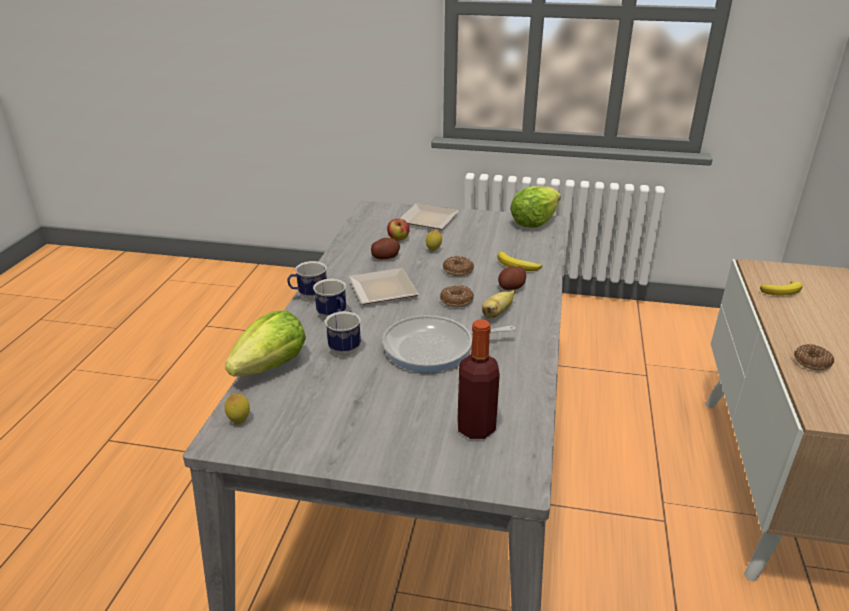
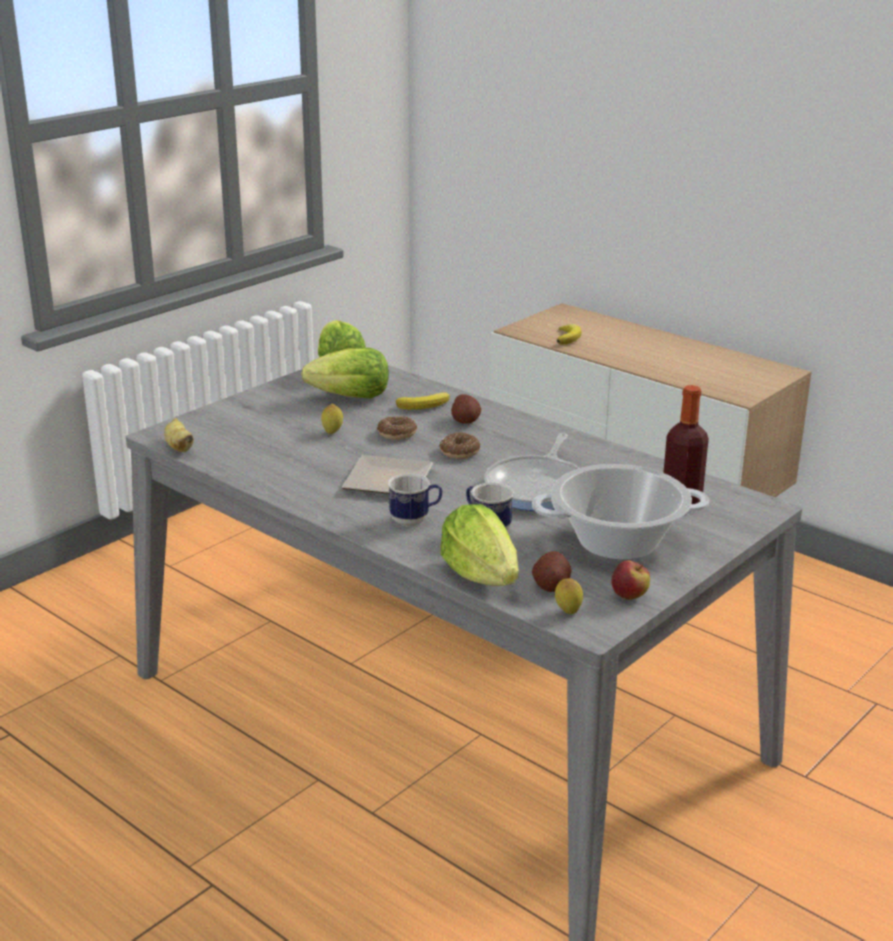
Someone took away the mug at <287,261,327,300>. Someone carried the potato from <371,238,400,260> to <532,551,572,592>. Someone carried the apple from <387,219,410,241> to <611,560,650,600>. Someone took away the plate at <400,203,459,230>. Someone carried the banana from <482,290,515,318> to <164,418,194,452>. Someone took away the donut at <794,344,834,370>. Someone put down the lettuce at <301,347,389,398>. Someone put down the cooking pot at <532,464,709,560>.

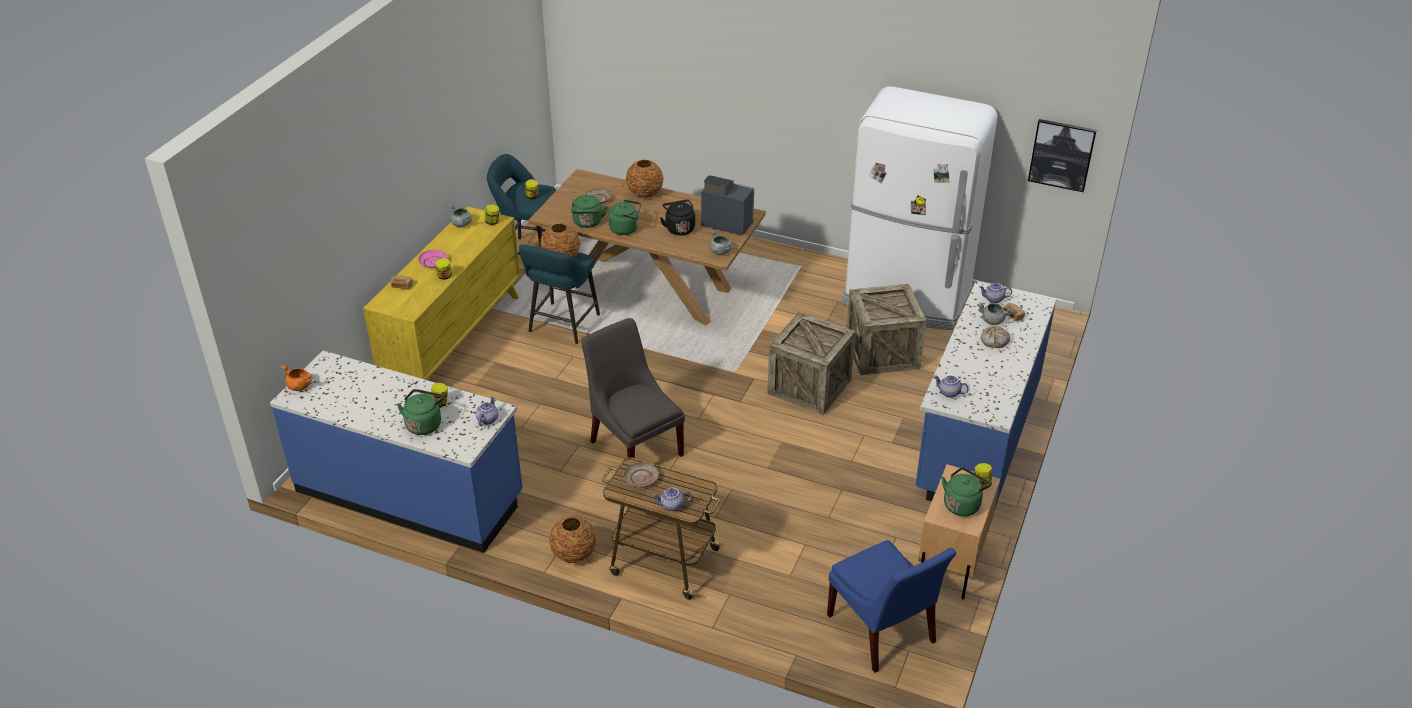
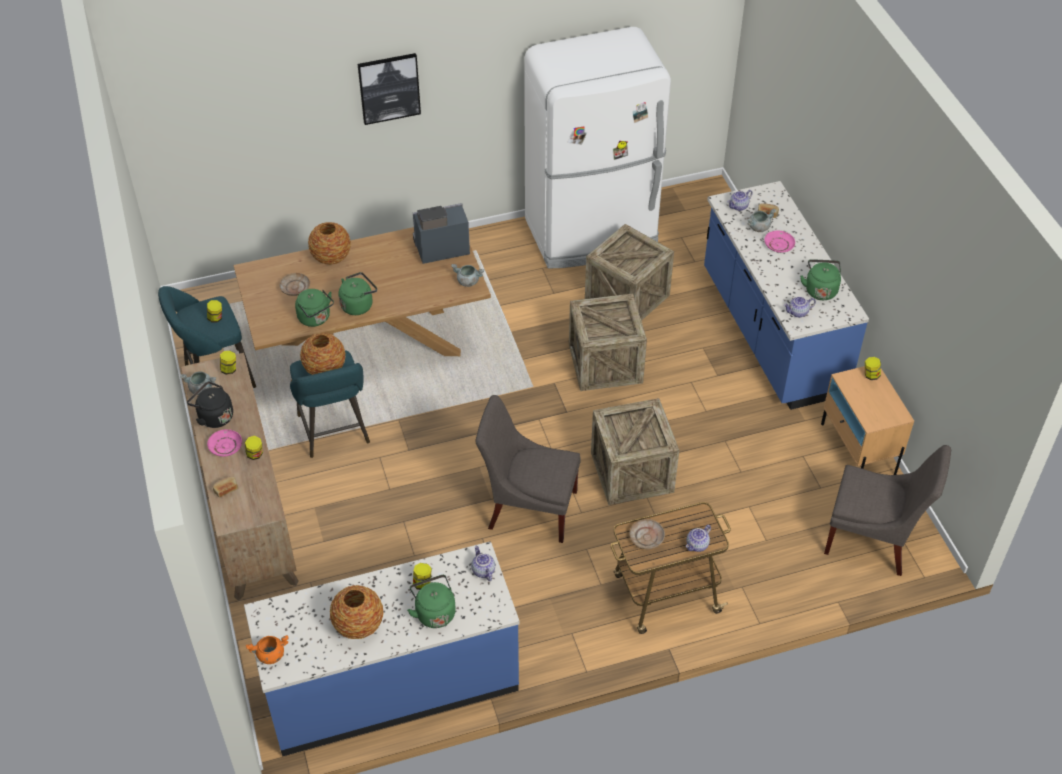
Someone repainted the yellow dresser at <363,206,520,380>, which became the brown dresser at <181,353,299,601>. Someone carried the vase from <549,516,596,563> to <330,585,383,639>. Someone carried the black kettle from <660,200,695,235> to <187,381,233,428>. Someone repainted the blue chair at <827,540,956,673>, which became the grey chair at <824,445,951,576>. Someone carried the green kettle from <942,467,991,516> to <800,259,841,300>. Someone swapped the bread at <981,326,1010,348> for the pink plate at <764,231,795,253>. Someone carried the picture from <1028,119,1097,192> to <358,53,421,125>. Someone put down the crate at <591,398,679,505>.

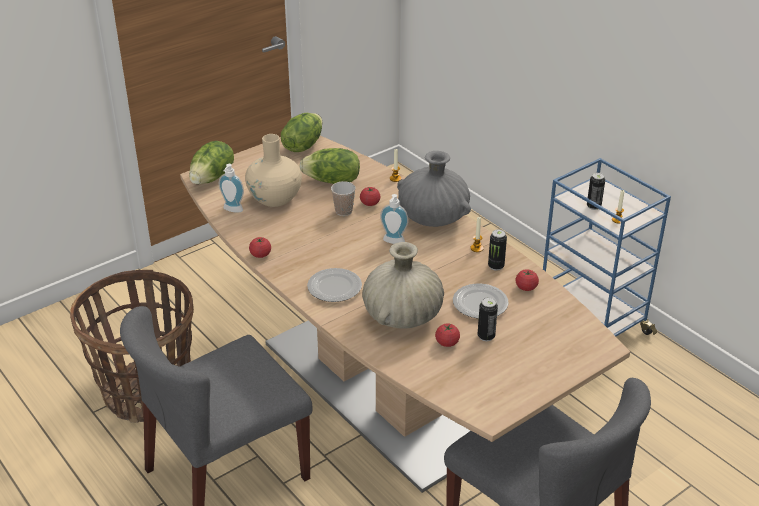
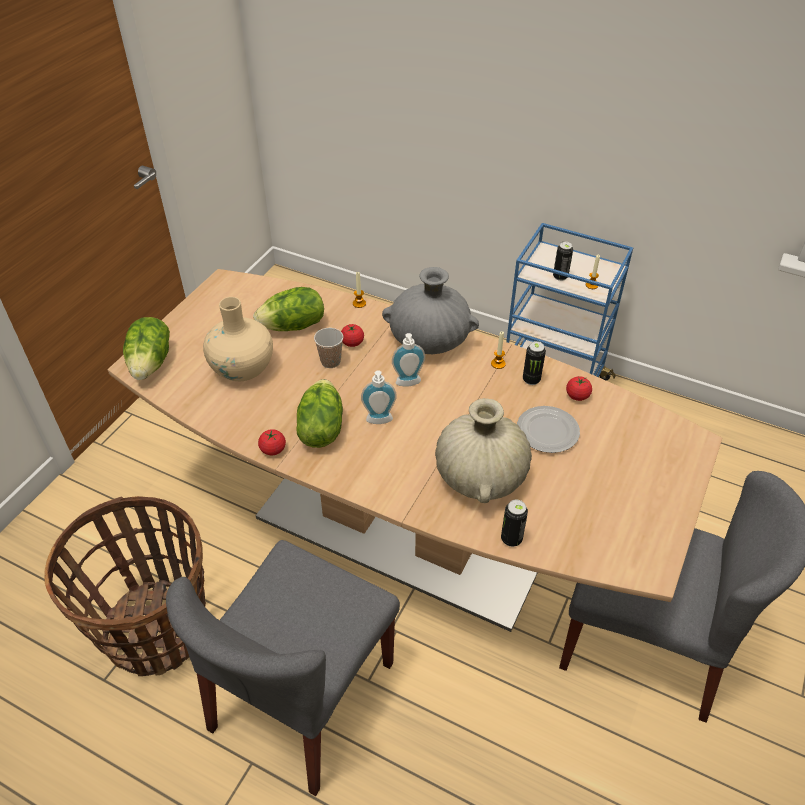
Someone carried the soap dispenser from <219,164,244,212> to <361,370,397,424>. Someone carried the lettuce from <281,113,322,152> to <296,379,343,448>. Someone took away the plate at <307,268,362,302>. Someone took away the tomato at <435,324,460,347>. Someone carried the can from <478,297,498,341> to <501,500,528,547>.

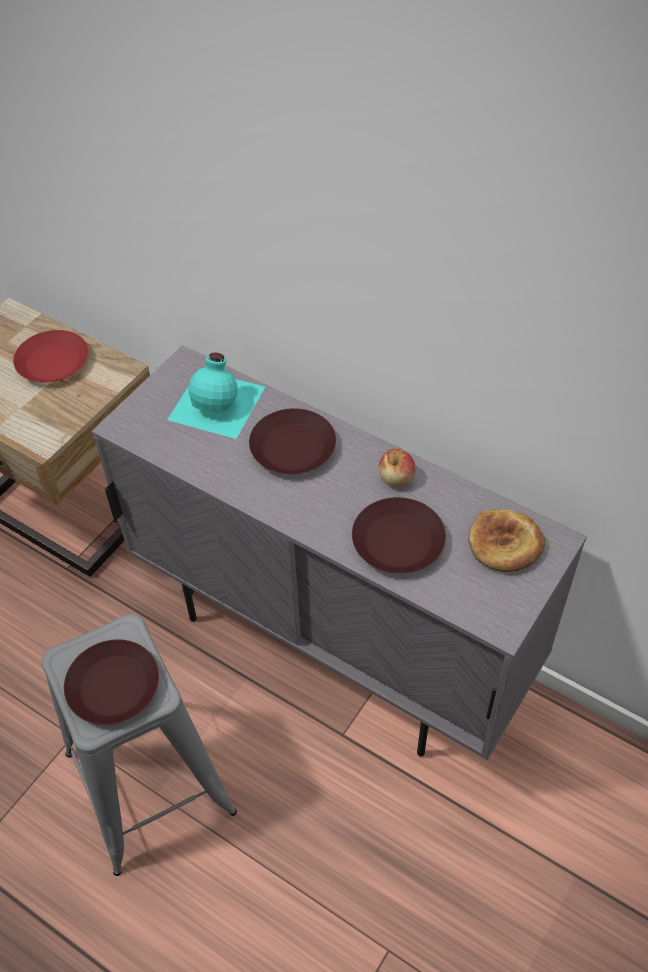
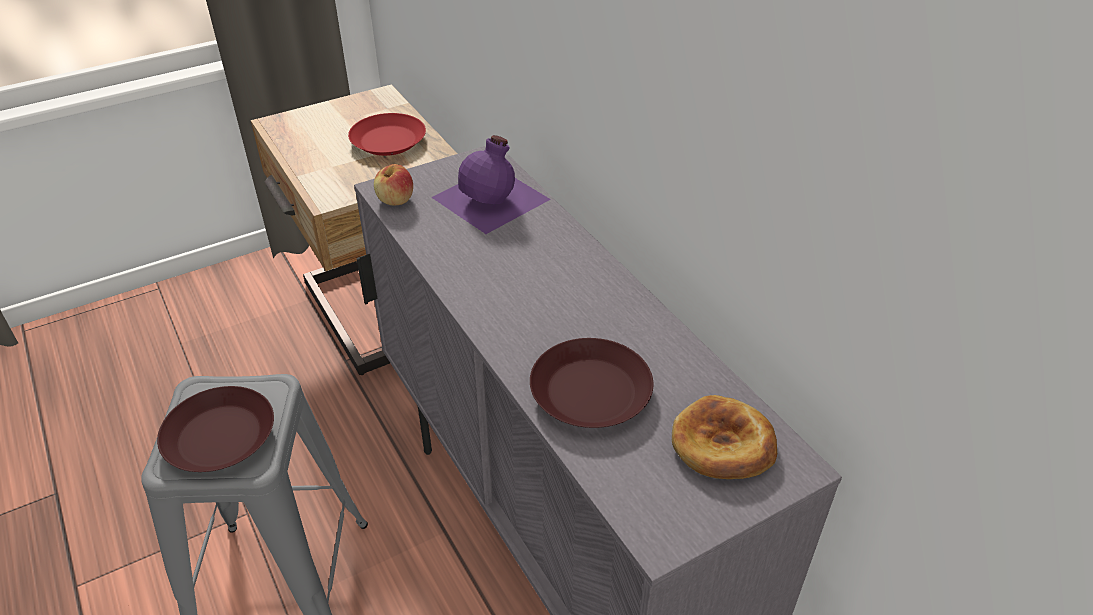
Someone repainted the turquoise bottle at <167,353,265,439>, which became the purple bottle at <431,135,551,234>. Someone took away the brown plate at <249,408,336,474>. Someone carried the apple from <378,448,416,487> to <374,164,413,205>.

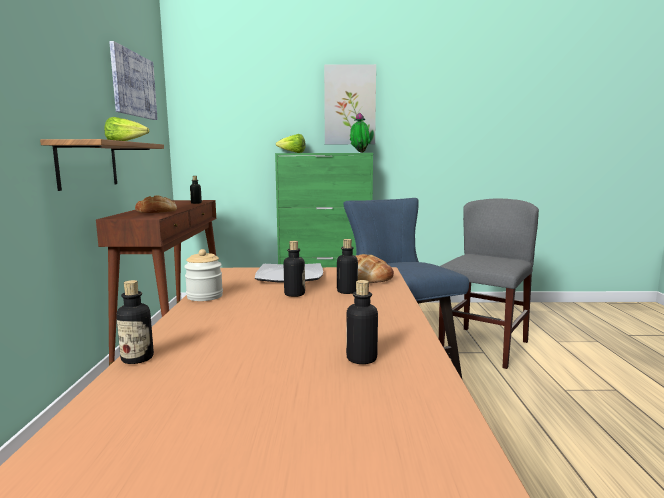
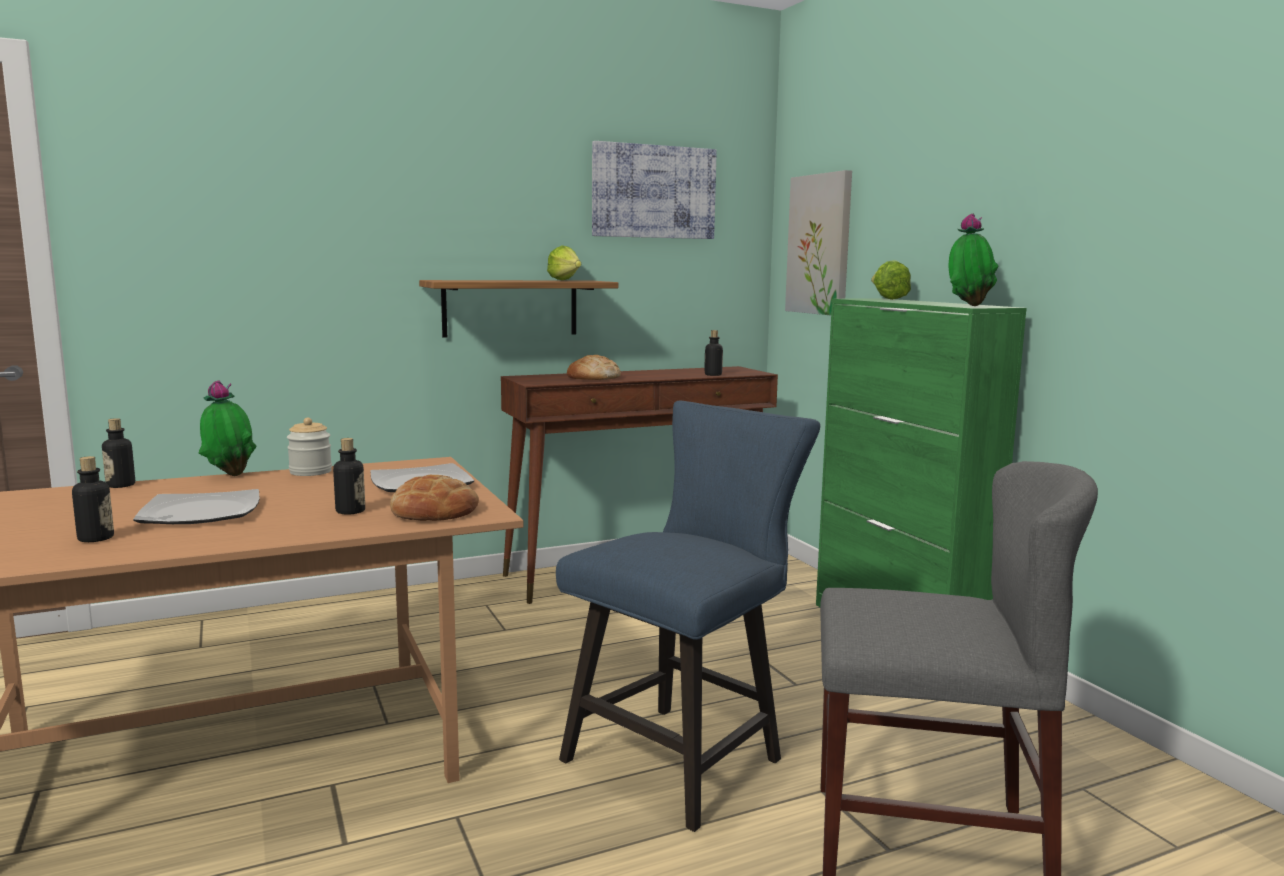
Someone took away the bottle at <284,241,305,297>. Someone carried the picture from <324,64,376,144> to <785,170,852,315>. Someone put down the plate at <133,489,260,524>. Someone put down the potted plant at <198,380,257,476>.

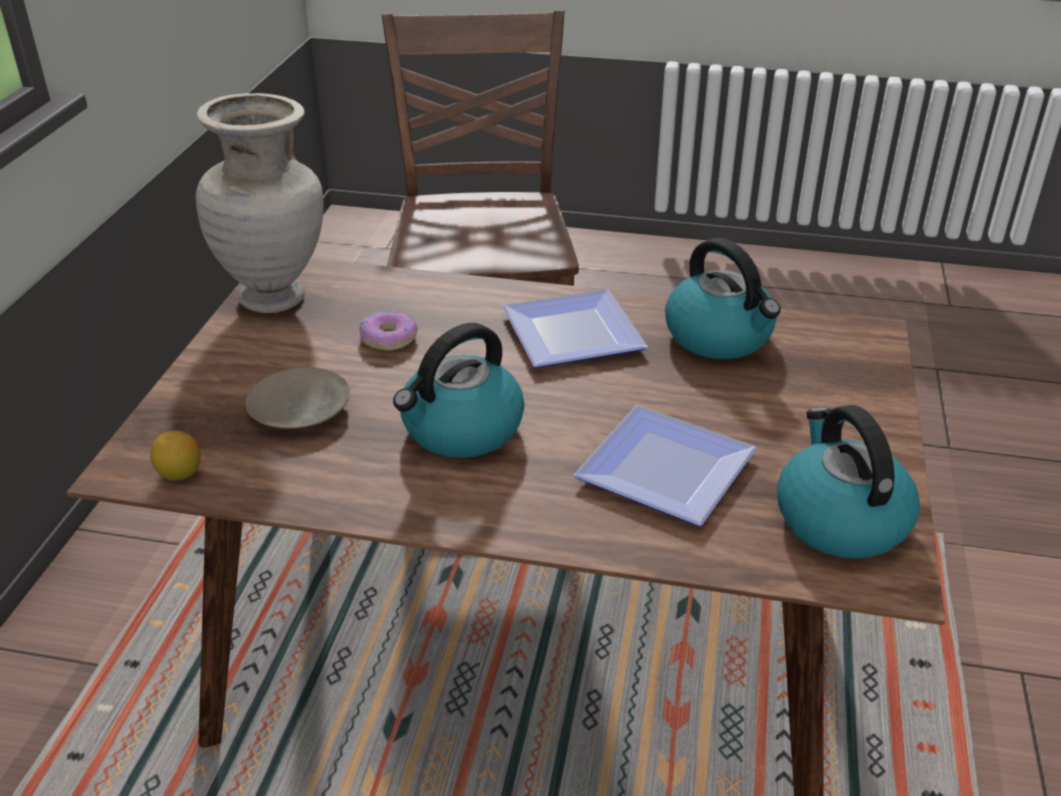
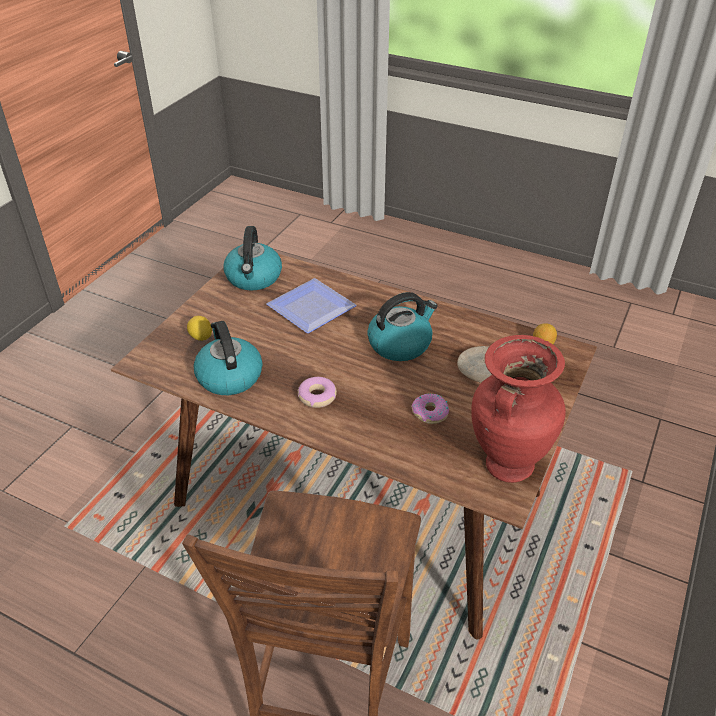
Someone repainted the beige vase at <196,93,324,313>, which became the red vase at <471,335,566,483>. Someone swapped the plate at <502,289,648,368> for the donut at <297,377,337,408>. Someone put down the lemon at <187,316,212,341>.

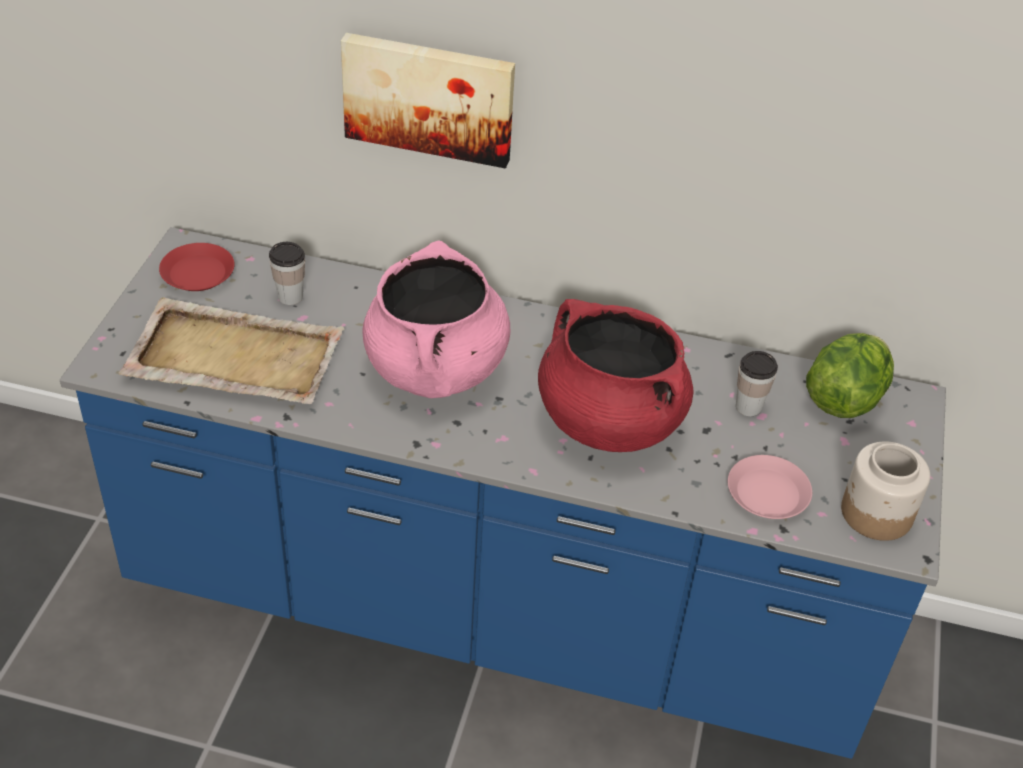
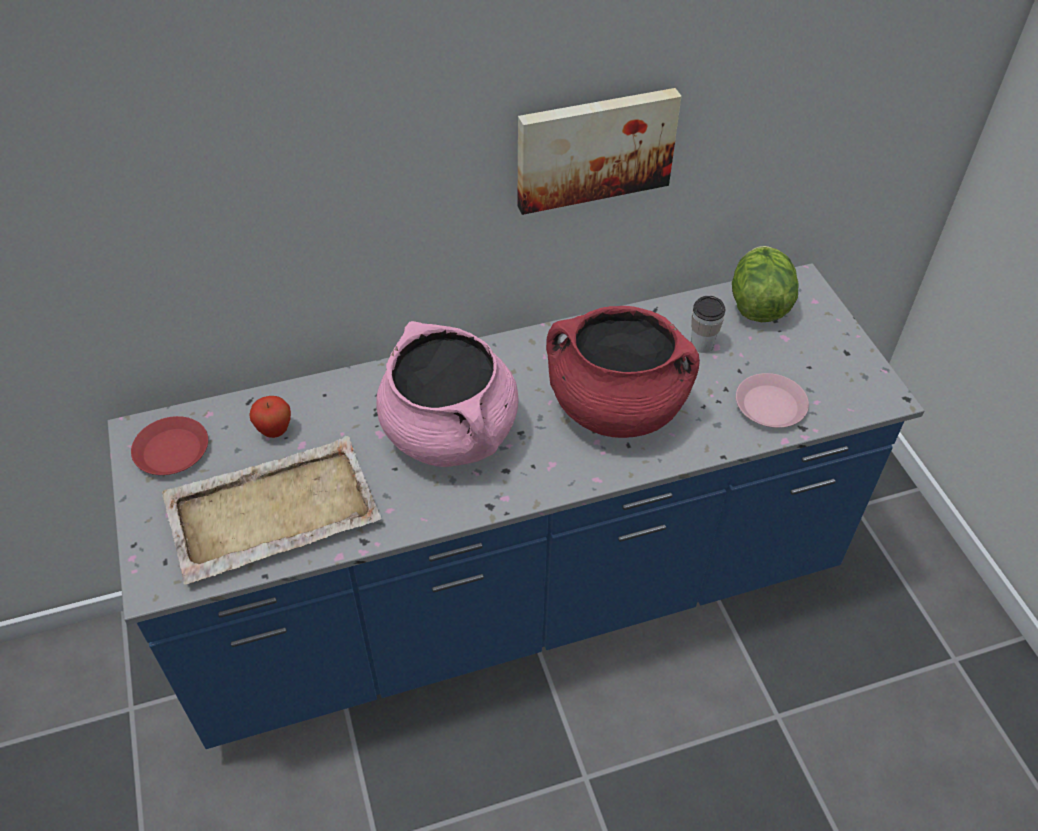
Someone swapped the cup at <269,242,305,305> for the apple at <249,396,291,438>. Someone carried the picture from <341,33,515,169> to <517,88,681,215>. Someone took away the jar at <841,441,930,541>.

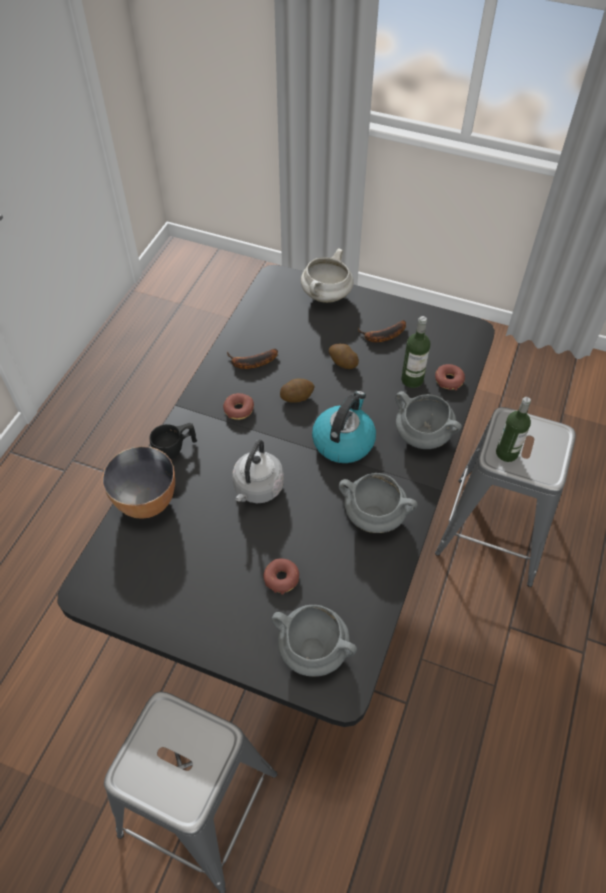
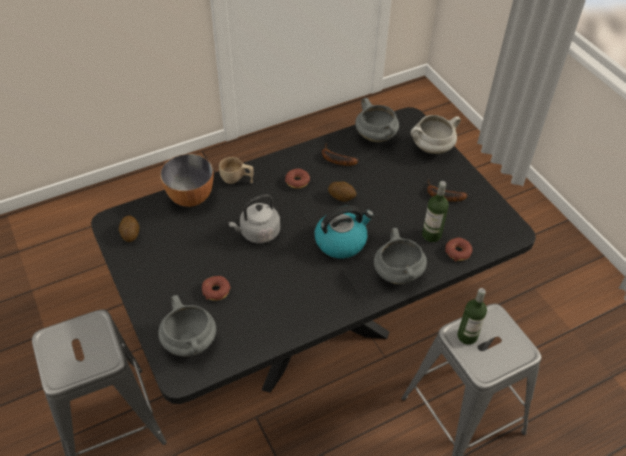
Someone repainted the black cup at <149,423,197,459>, which became the beige cup at <219,157,253,184>. Someone carried the potato from <329,344,359,369> to <119,215,139,242>. Someone carried the grey cooking pot from <339,473,418,533> to <355,98,399,142>.

